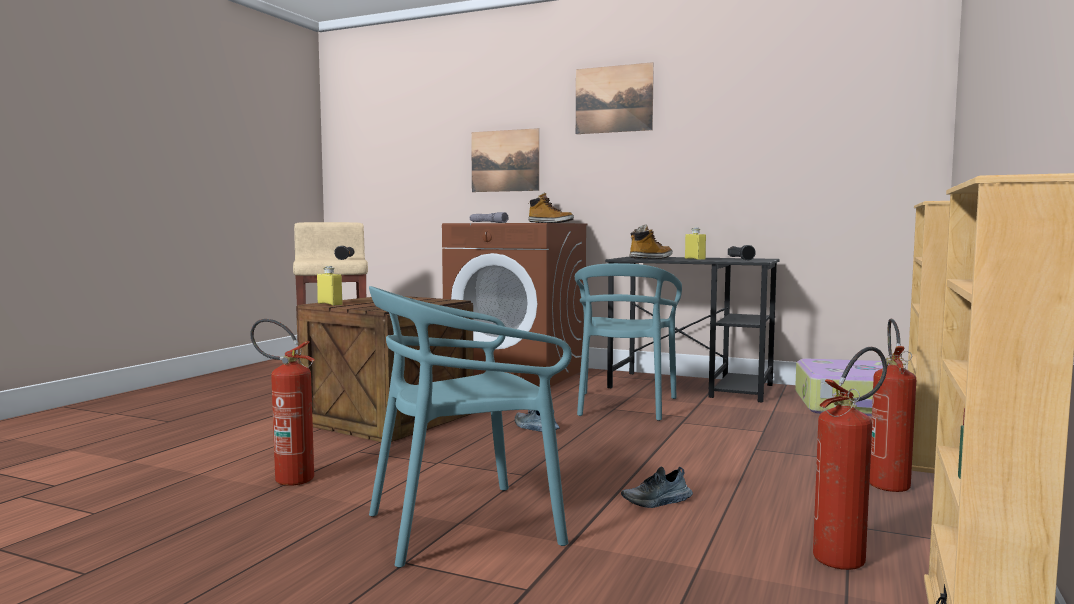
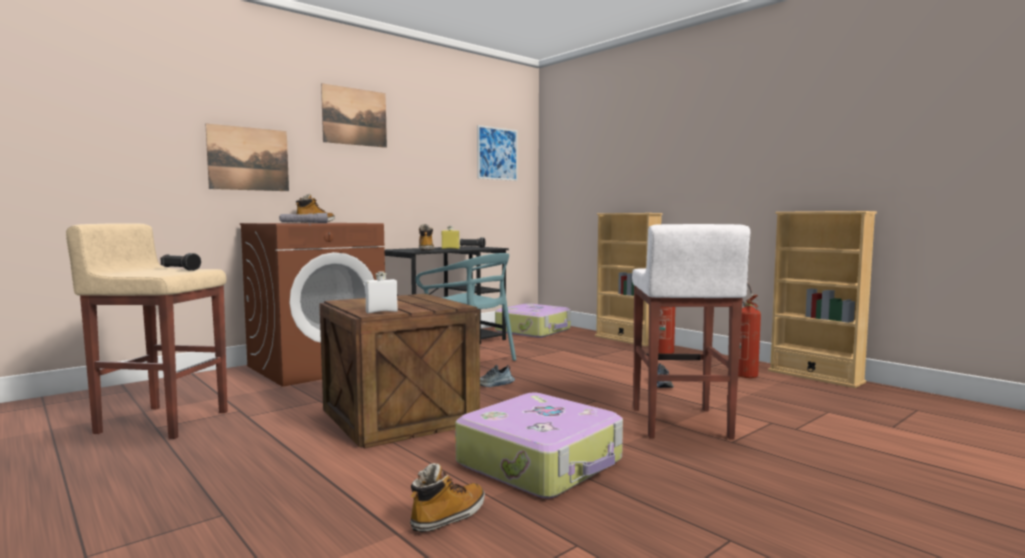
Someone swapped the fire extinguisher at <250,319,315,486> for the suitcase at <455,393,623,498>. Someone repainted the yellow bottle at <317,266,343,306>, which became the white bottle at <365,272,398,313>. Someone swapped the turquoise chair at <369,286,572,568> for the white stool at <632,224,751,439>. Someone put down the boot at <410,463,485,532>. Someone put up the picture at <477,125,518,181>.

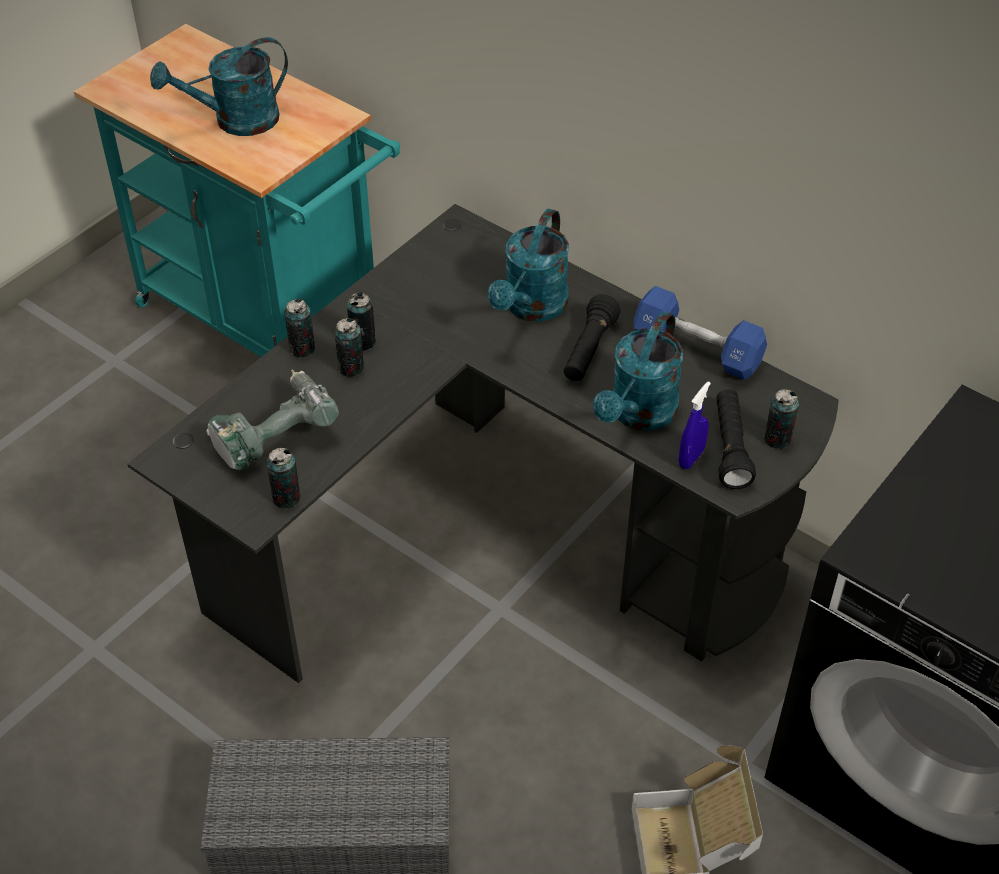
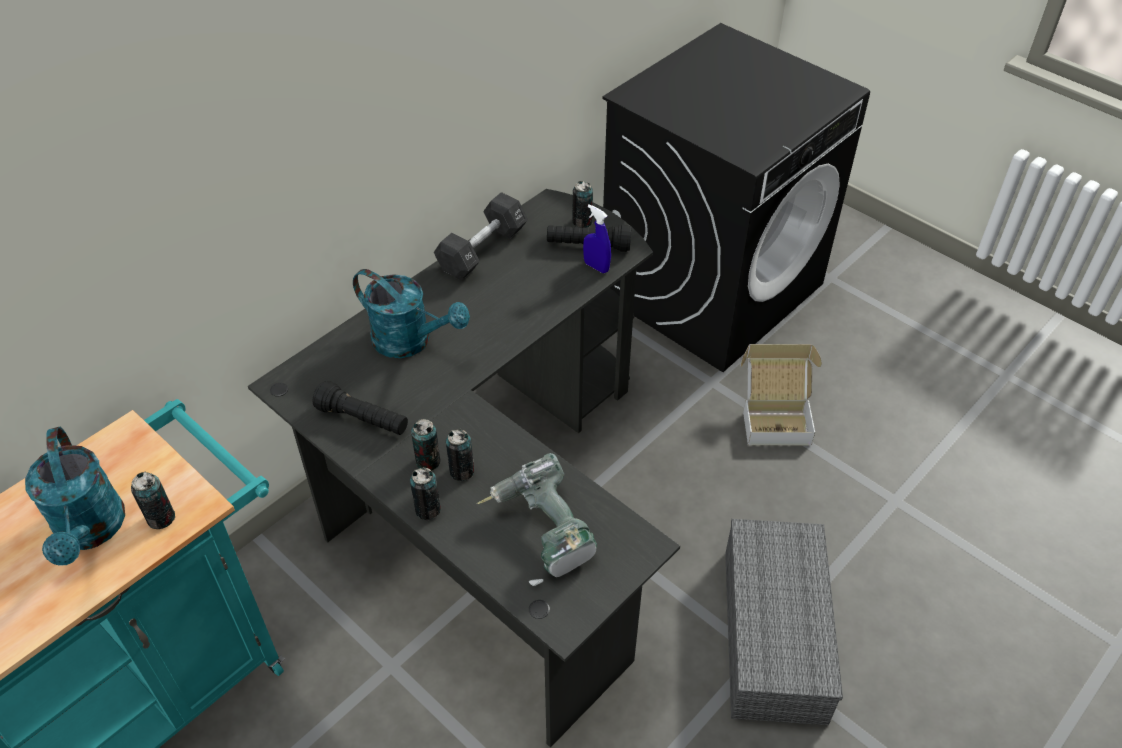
Someone carried the can from <267,448,300,509> to <131,472,175,529>. Someone carried the black flashlight from <564,294,620,382> to <312,381,408,435>. Someone took away the turquoise watering can at <593,311,683,431>. Someone repainted the blue dumbbell at <633,286,767,380>, which became the black dumbbell at <434,192,528,281>.

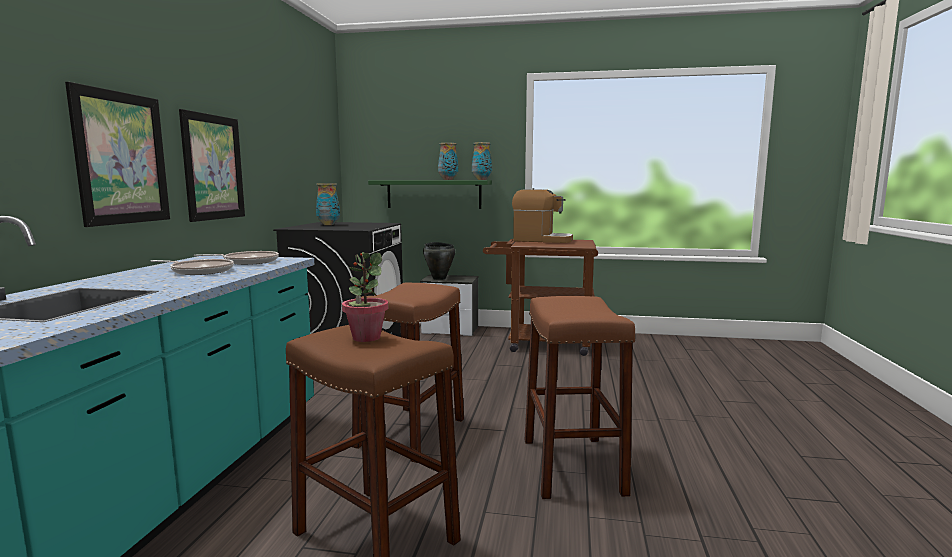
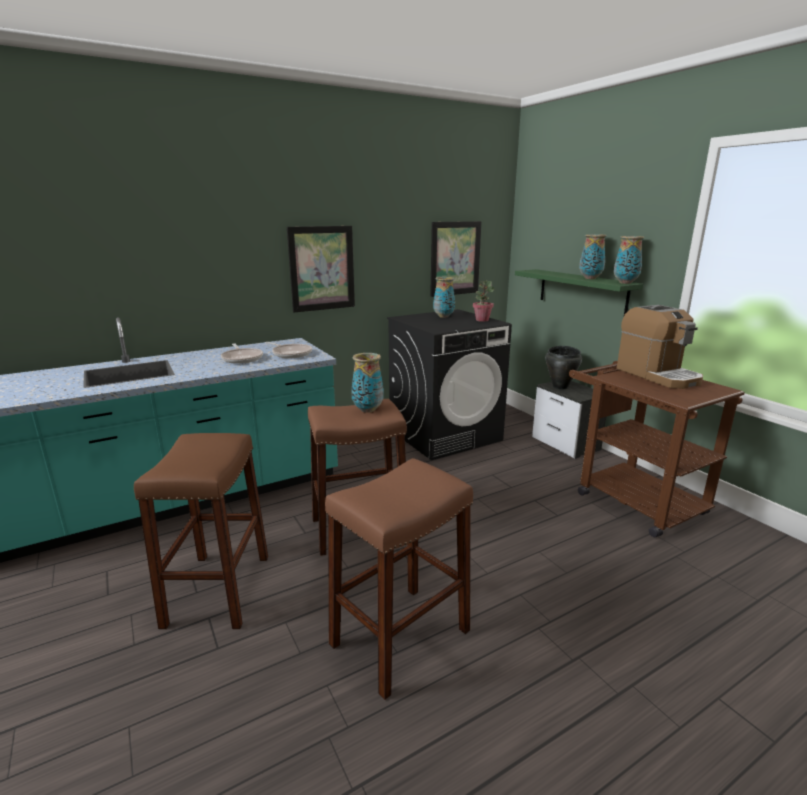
Someone carried the picture from <65,82,170,227> to <430,221,482,297>. Someone carried the potted plant from <342,252,389,342> to <473,280,494,322>. Someone put down the vase at <351,353,384,413>.

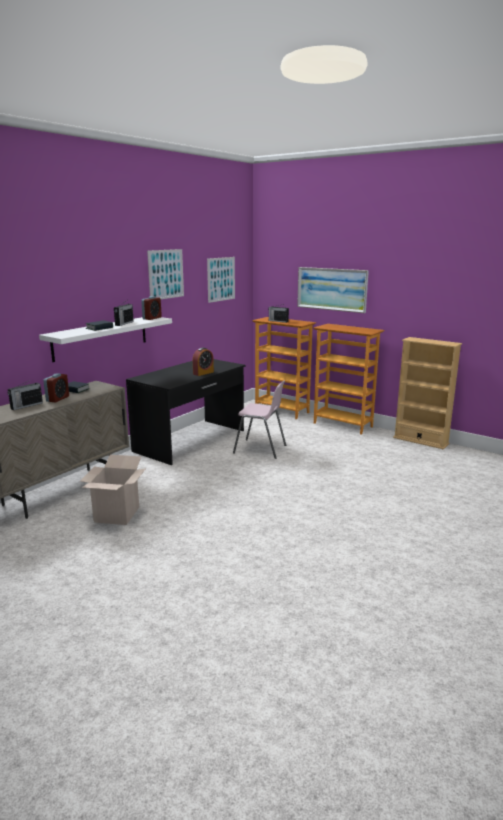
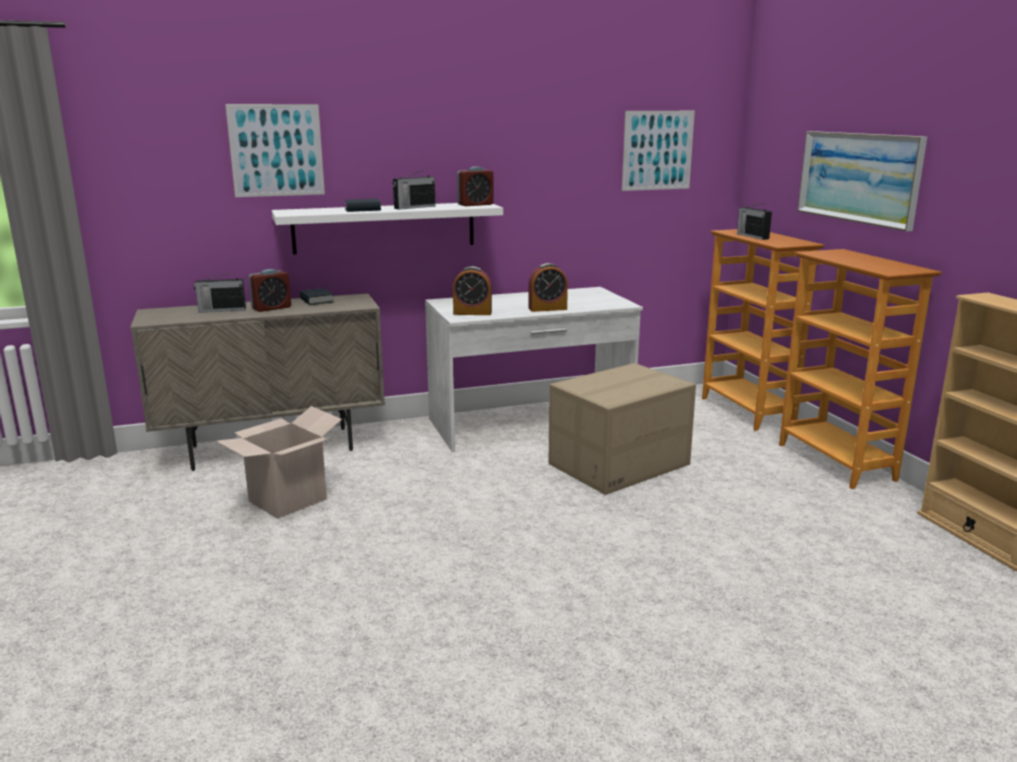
Someone repainted the black desk at <126,359,245,465>, which became the white desk at <425,287,643,452>. Someone carried the picture from <147,249,184,299> to <225,104,325,197>. Someone swapped the pink chair at <233,381,286,459> for the cardboard box at <549,363,696,495>. Someone put down the alarm clock at <453,266,492,315>.

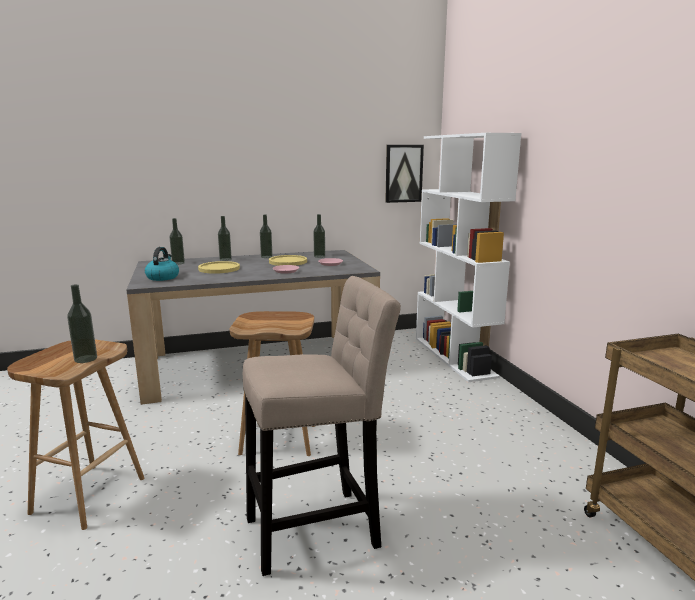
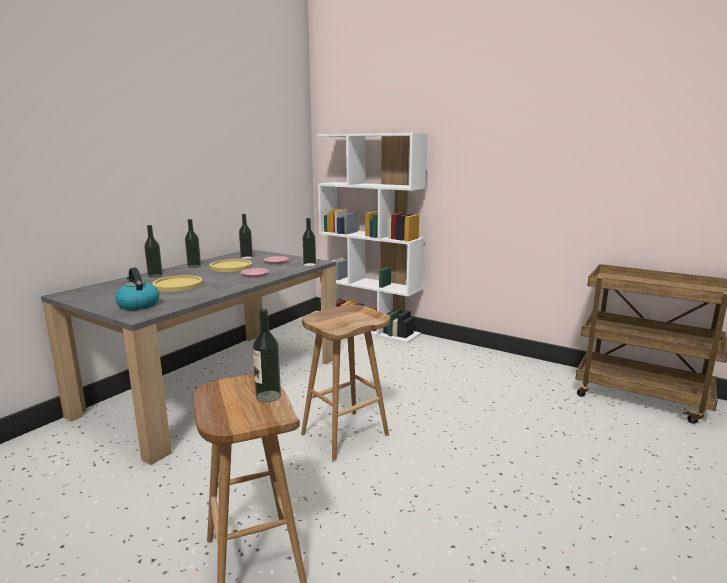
Someone carried the bottle from <169,218,185,265> to <303,218,316,266>. Someone took away the beige stool at <243,276,401,576>. Someone took away the picture at <385,145,424,203>.

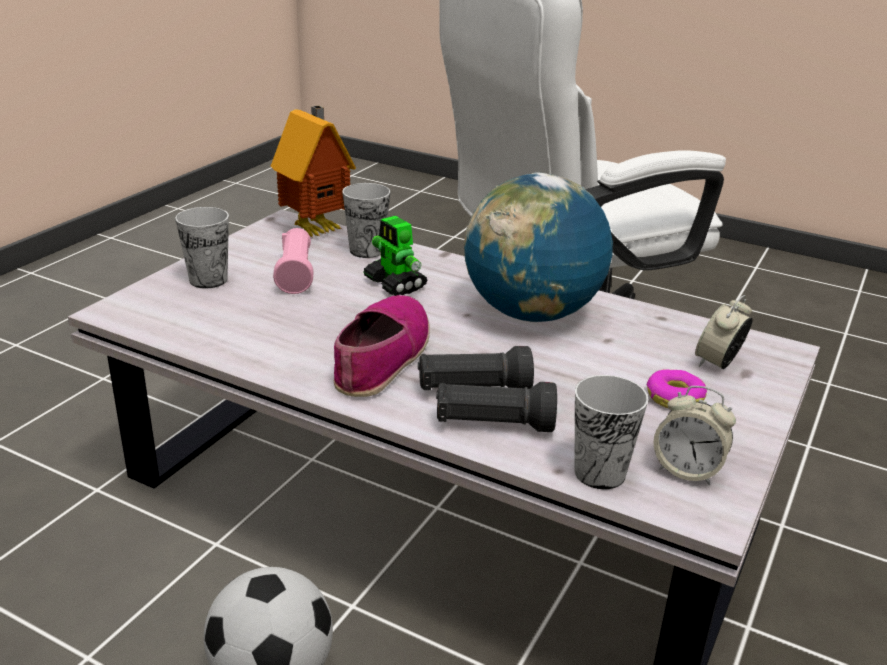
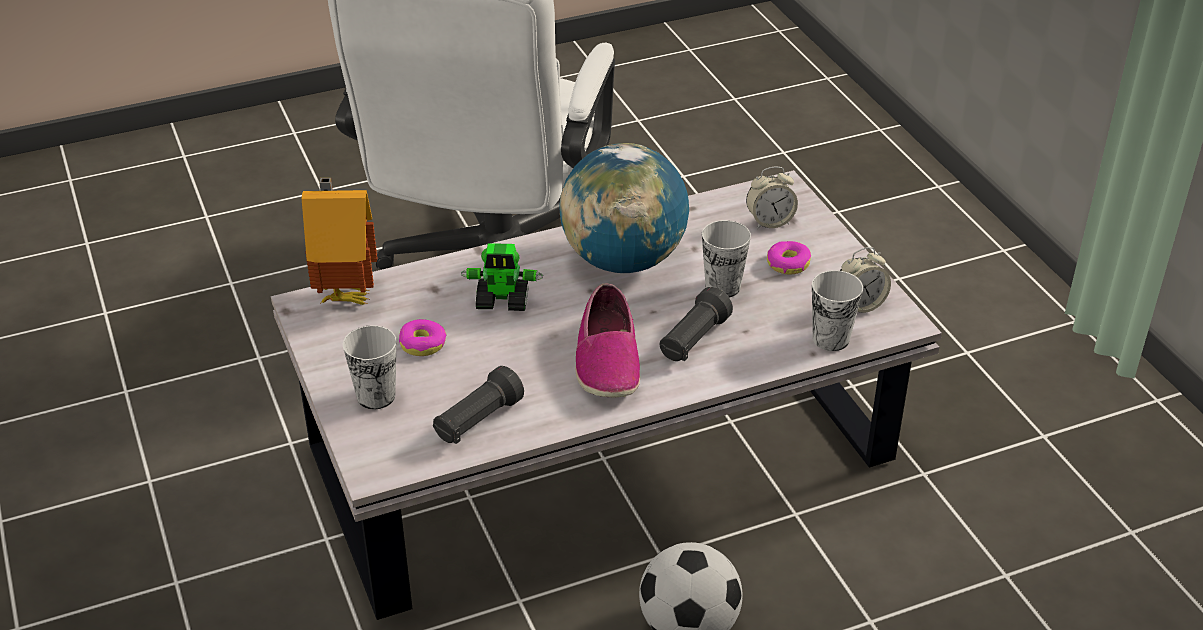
Someone swapped the pink flashlight at <273,228,314,294> for the donut at <399,319,447,356>. Someone rotated the shoe at <334,295,430,397> by 150 degrees counterclockwise. Someone carried the cup from <342,183,390,258> to <702,220,751,297>. Someone carried the black flashlight from <436,382,557,432> to <433,366,524,444>. Someone rotated the alarm clock at <695,295,752,369> by 90 degrees counterclockwise.

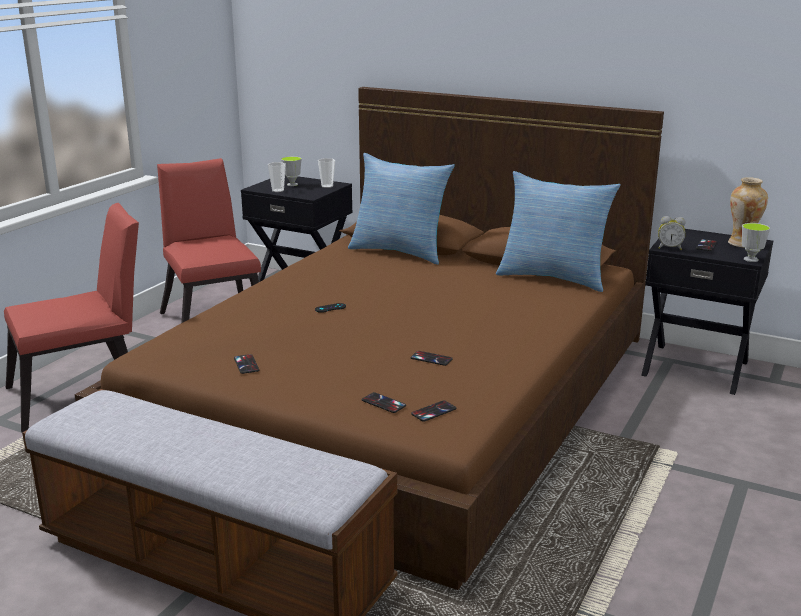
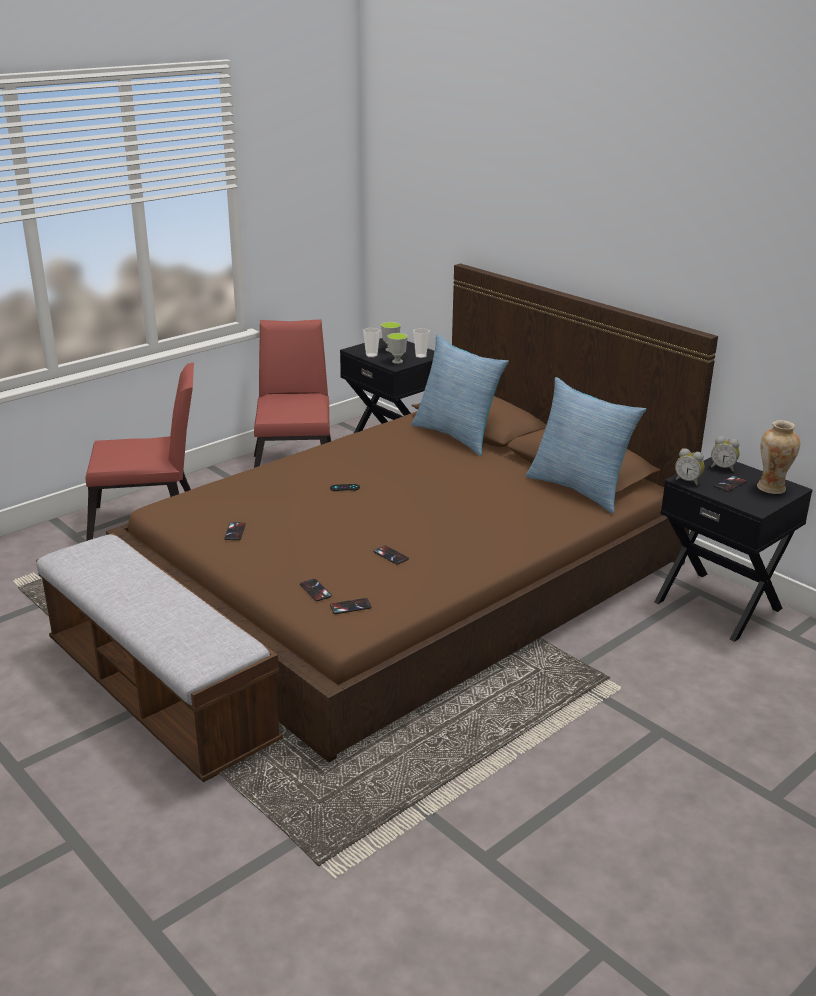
Someone carried the cup from <742,223,770,262> to <387,333,408,364>. Someone put down the alarm clock at <711,436,740,472>.

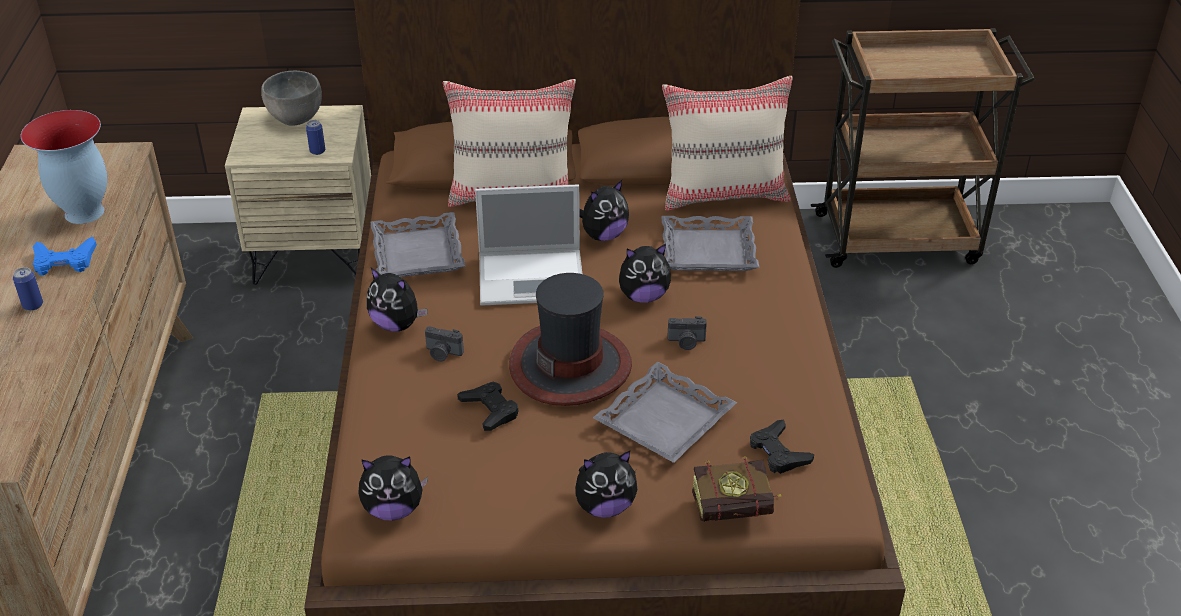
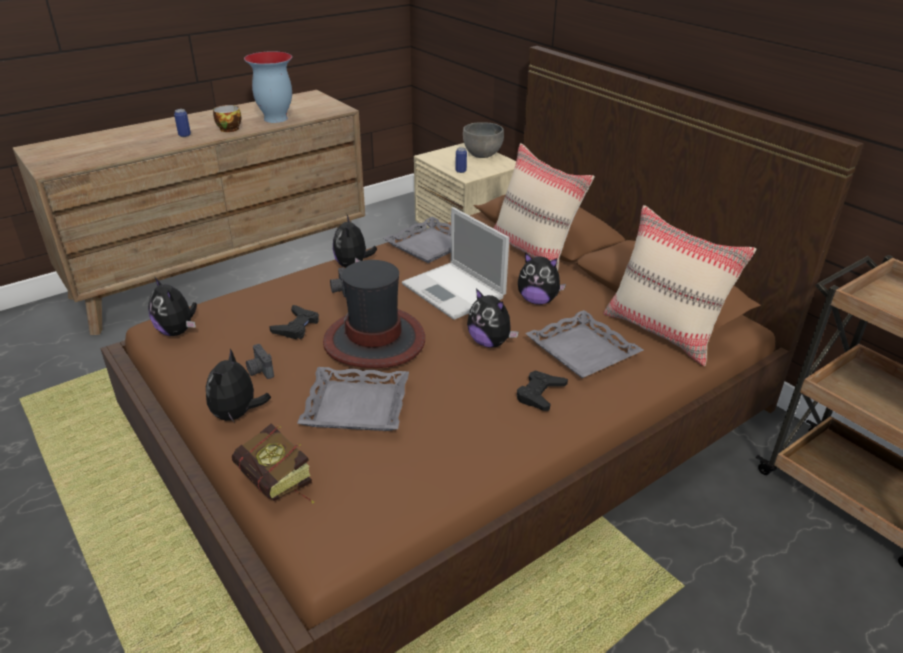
Someone swapped the blue game controller at <33,237,97,276> for the cup at <213,105,242,132>. Someone rotated the plush toy at <575,451,637,518> by 60 degrees clockwise. Someone carried the photo camera from <668,316,707,350> to <246,344,274,379>. Someone carried the black game controller from <750,419,814,474> to <517,370,568,411>.

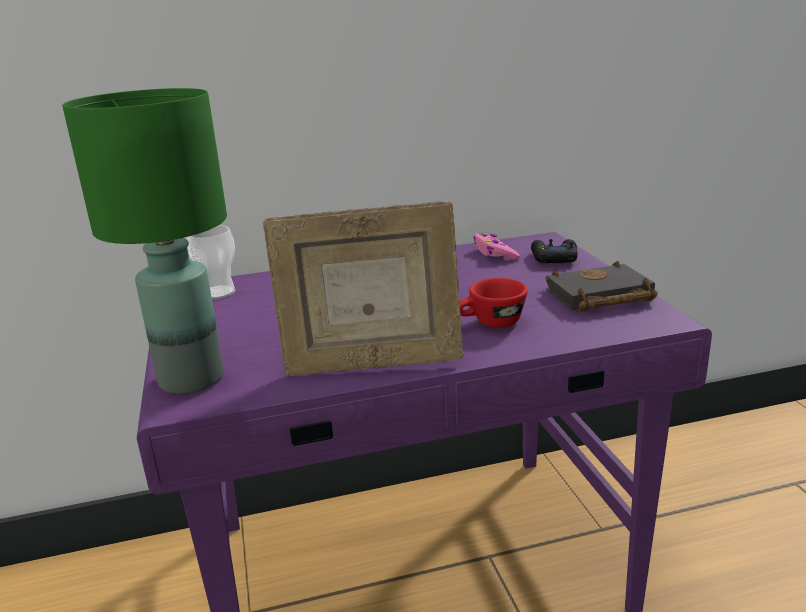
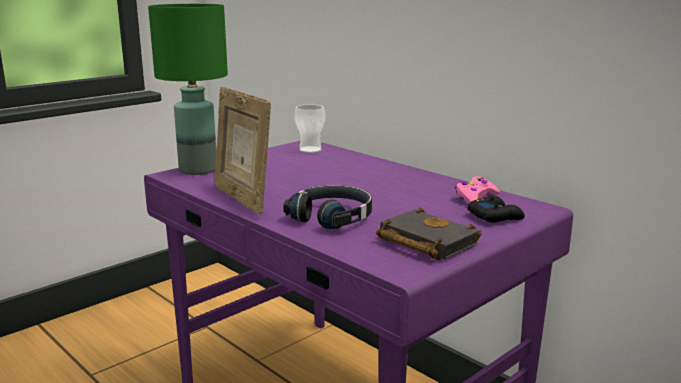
Someone swapped the red cup at <460,278,528,328> for the black headphones at <283,185,372,229>.

